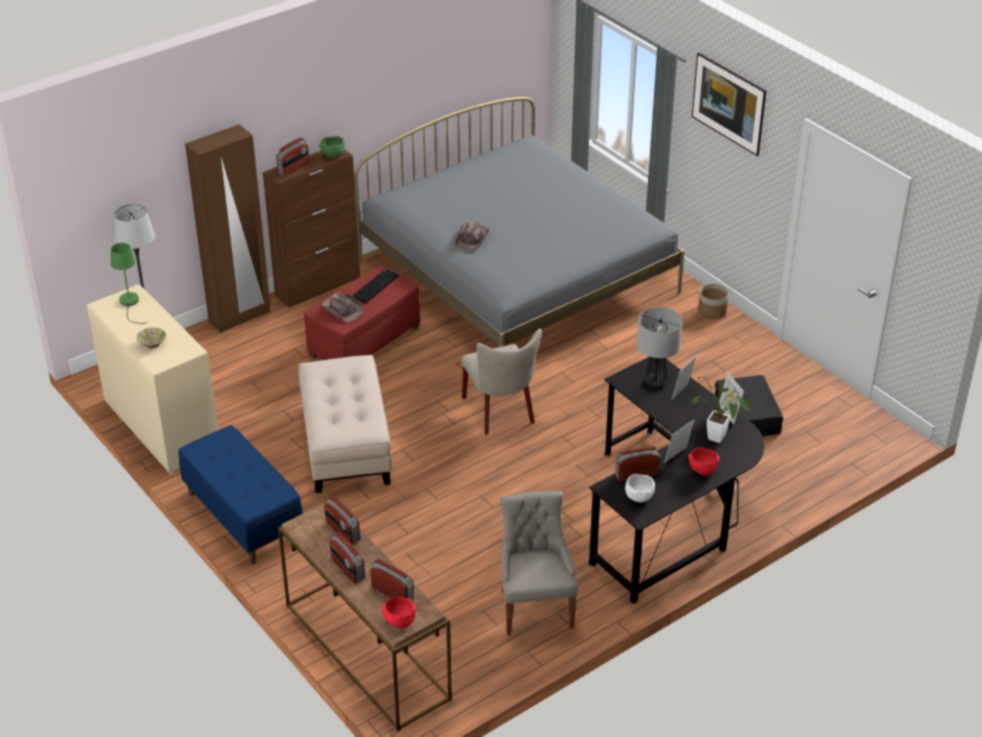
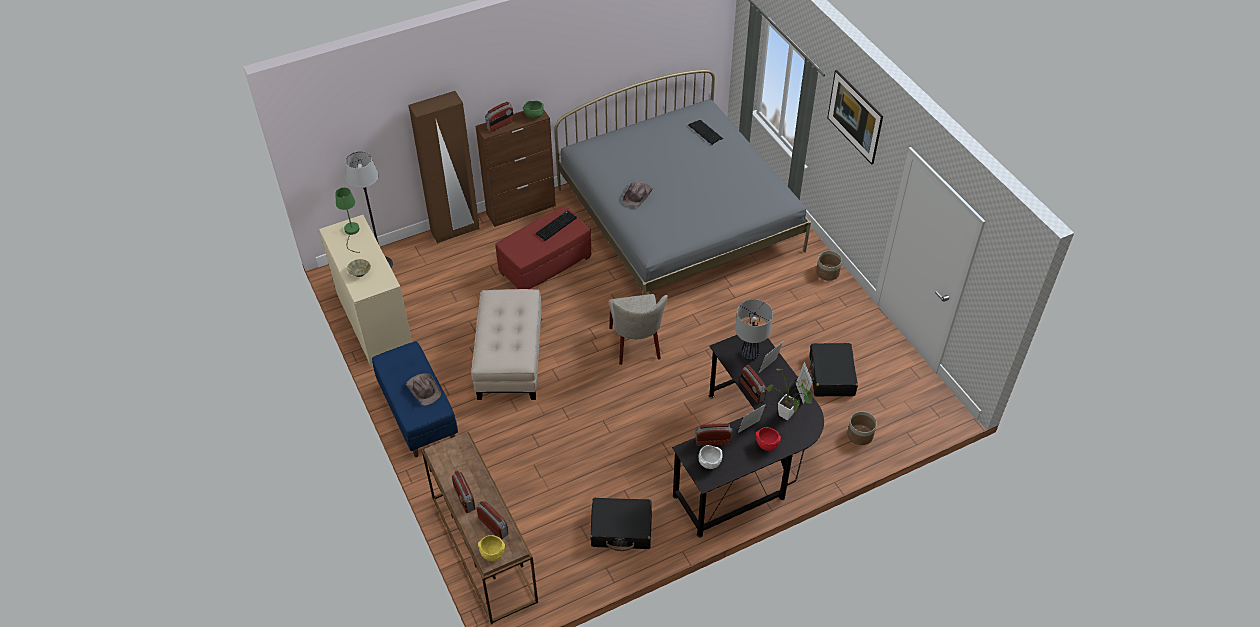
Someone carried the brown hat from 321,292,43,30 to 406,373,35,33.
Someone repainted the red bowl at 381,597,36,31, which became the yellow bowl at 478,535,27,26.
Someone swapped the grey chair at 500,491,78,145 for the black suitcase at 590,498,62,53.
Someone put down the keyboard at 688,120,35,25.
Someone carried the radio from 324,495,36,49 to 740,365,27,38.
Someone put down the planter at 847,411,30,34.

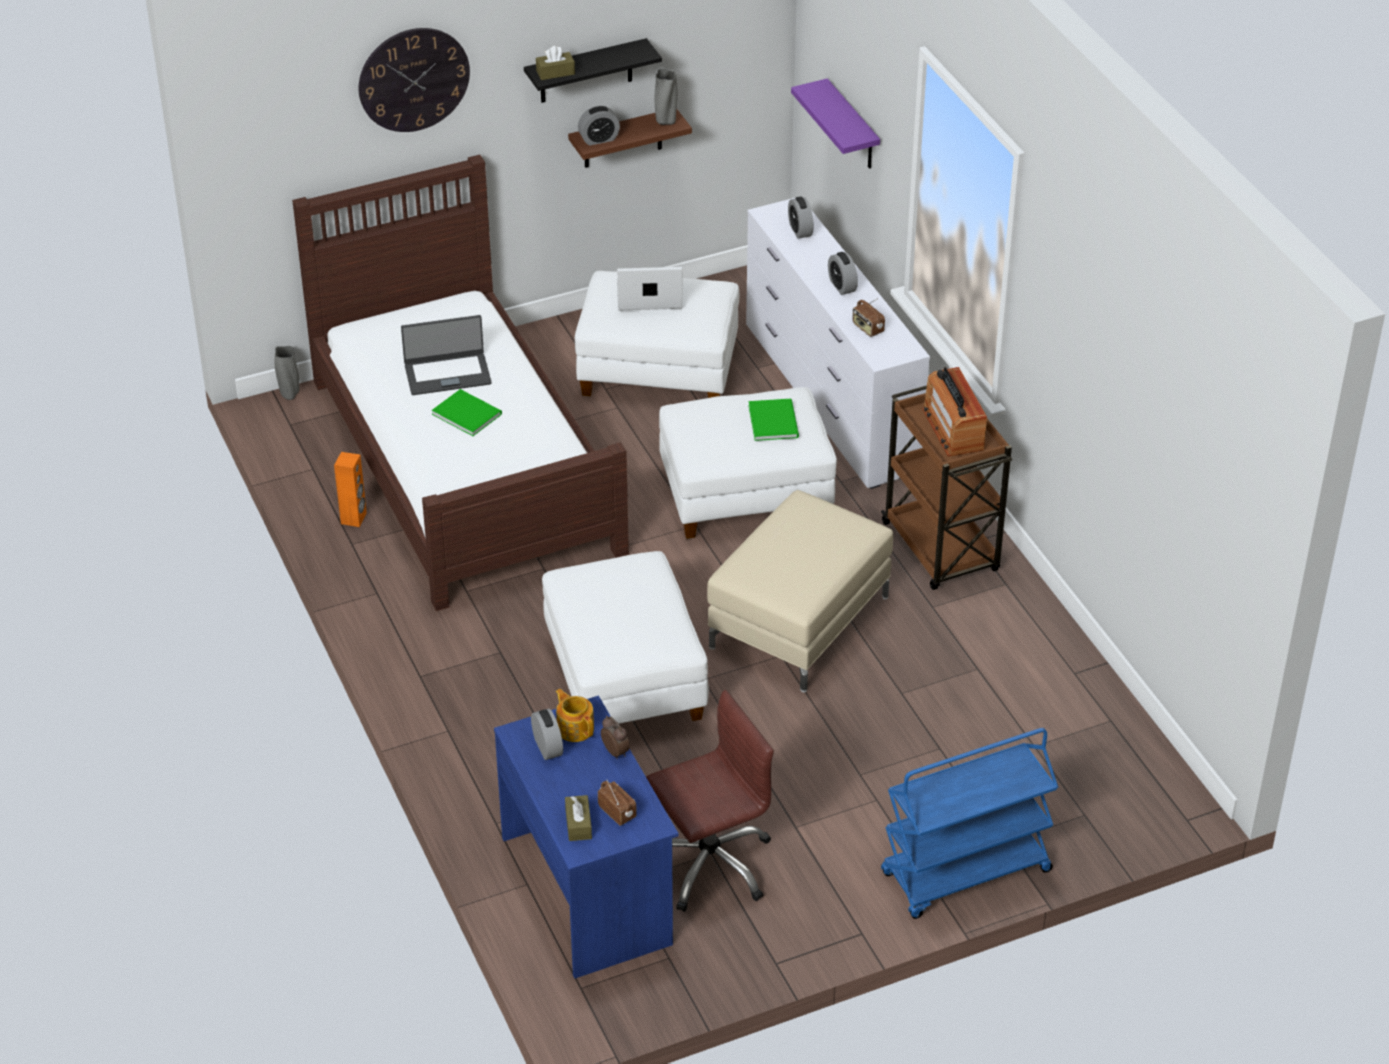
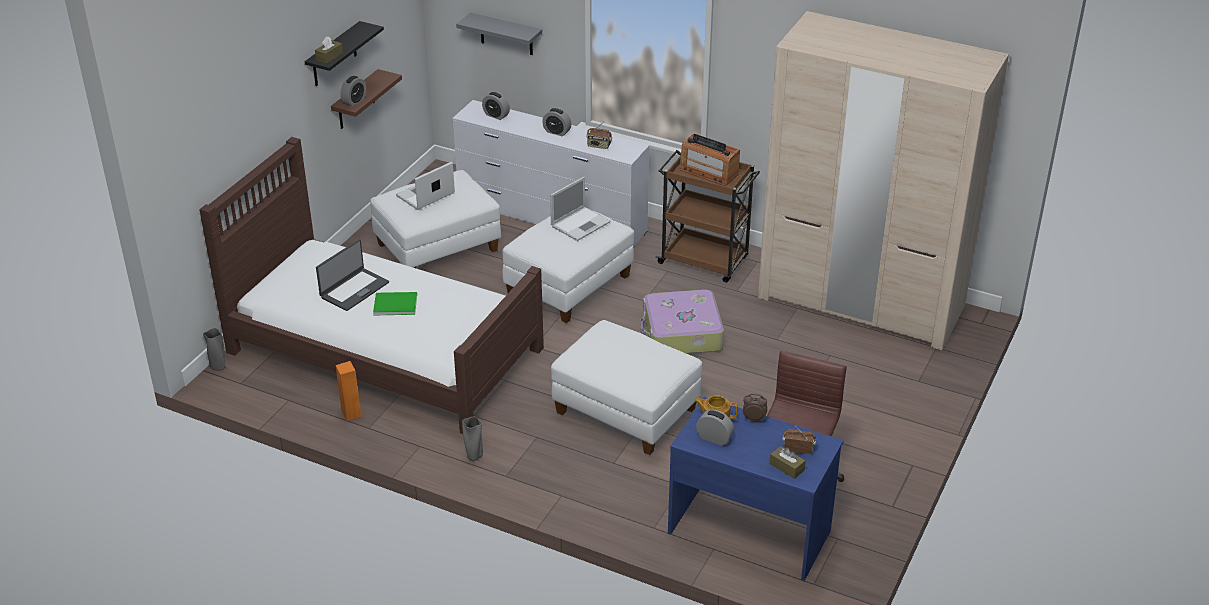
Someone repainted the purple shelf at 791,78,89,91, which became the grey shelf at 456,13,86,42.
Someone carried the grey vase from 655,69,22,56 to 462,417,21,44.
Someone swapped the green book at 748,399,51,42 for the laptop at 550,177,61,64.
Someone swapped the beige ottoman at 707,490,186,202 for the suitcase at 641,290,83,64.
Someone put down the beige wardrobe at 758,11,251,339.
Someone took away the wall clock at 359,28,111,104.
Someone took away the blue cart at 881,728,177,191.

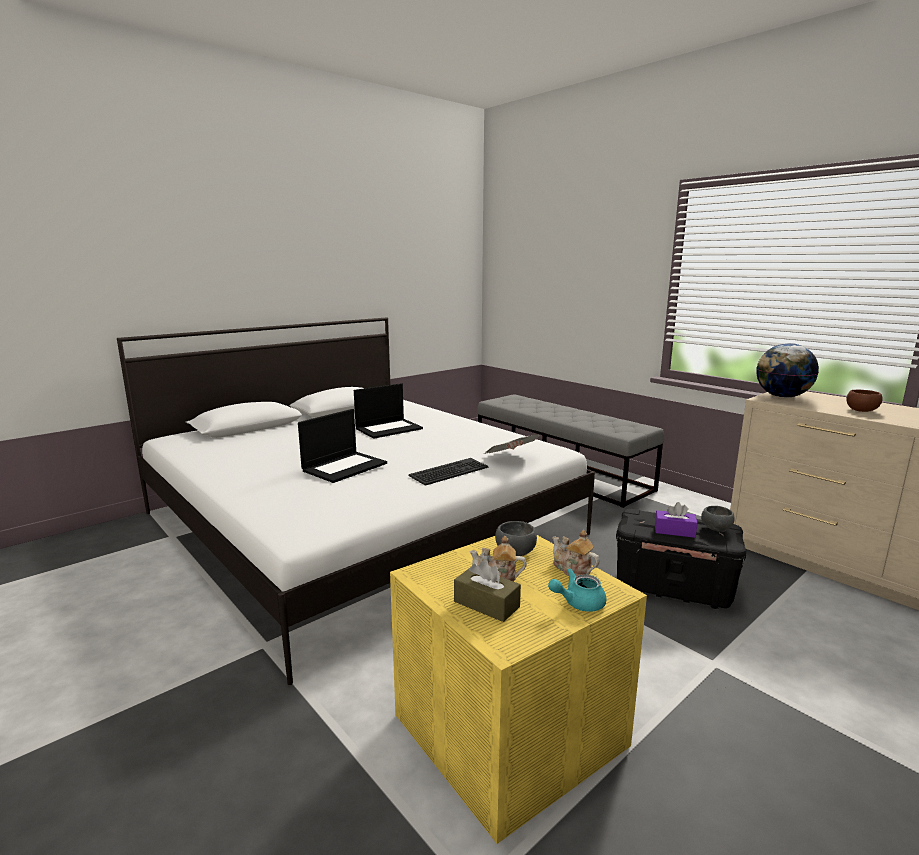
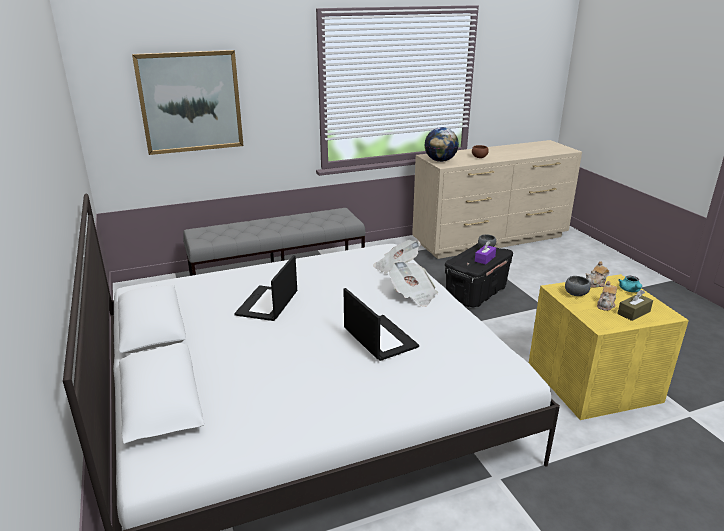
Someone put up the picture at 132,50,111,105.
Someone rotated the laptop at 354,383,69,56 by 150 degrees counterclockwise.
Someone swapped the keyboard at 408,458,80,28 for the newspaper at 389,261,49,46.

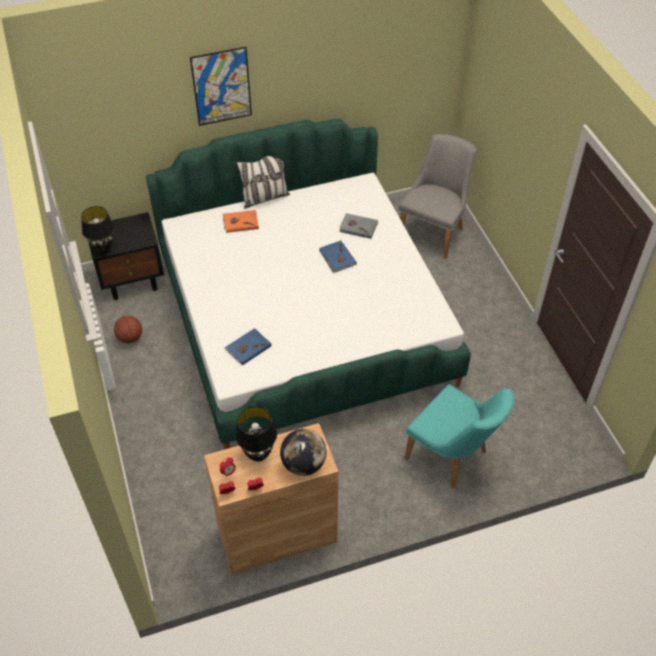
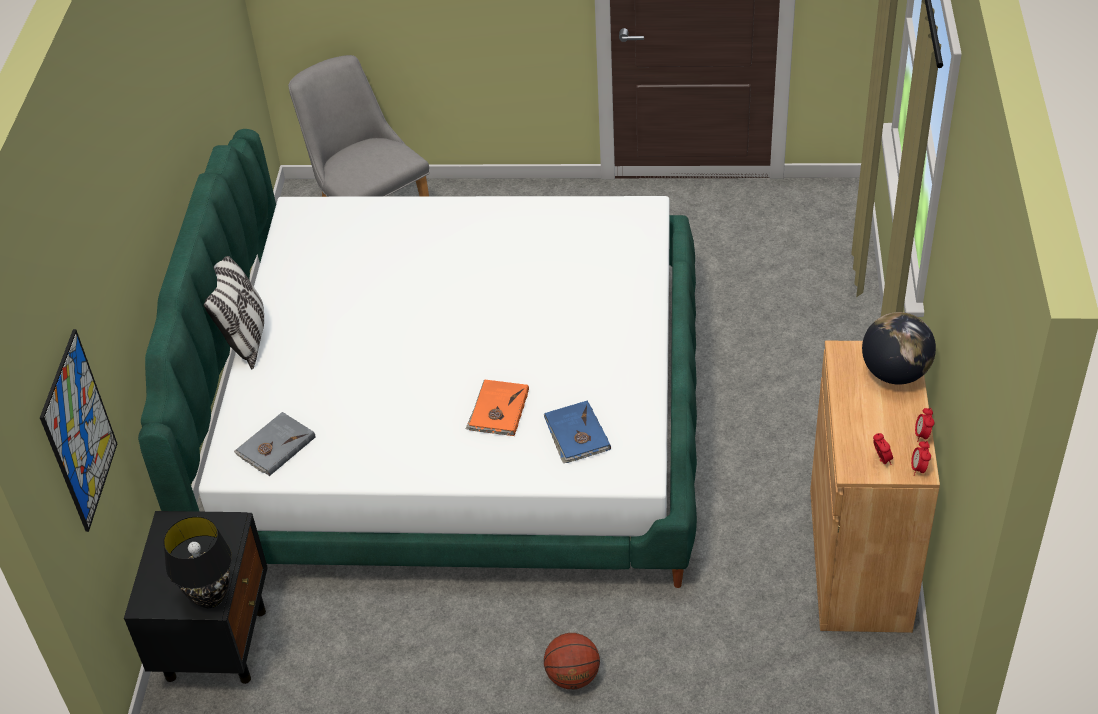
Someone carried the picture from 190,47,62,79 to 40,329,77,203.
Someone carried the grey book from 339,213,39,26 to 234,412,81,64.
Someone carried the orange book from 223,210,36,23 to 466,380,63,56.
Someone carried the basketball from 114,316,28,28 to 544,633,56,56.
Someone took away the black table lamp at 235,406,42,56.
Someone took away the blue book at 319,240,38,33.
Someone took away the turquoise chair at 404,384,110,104.

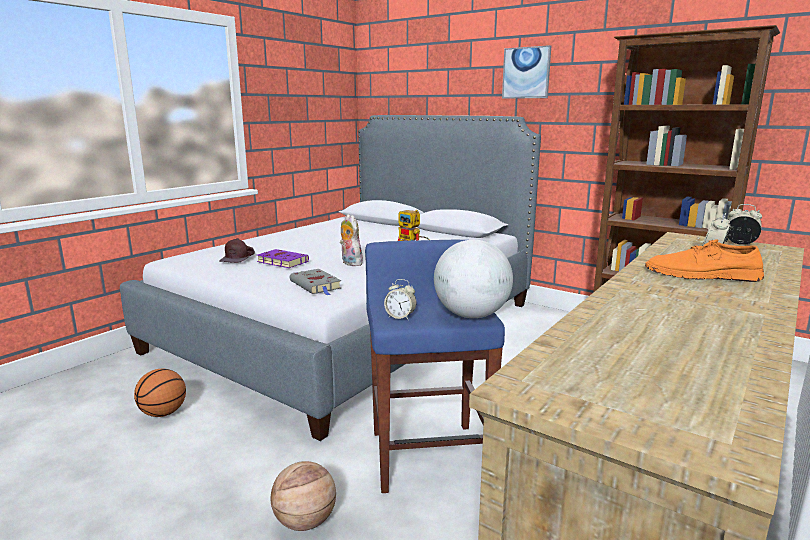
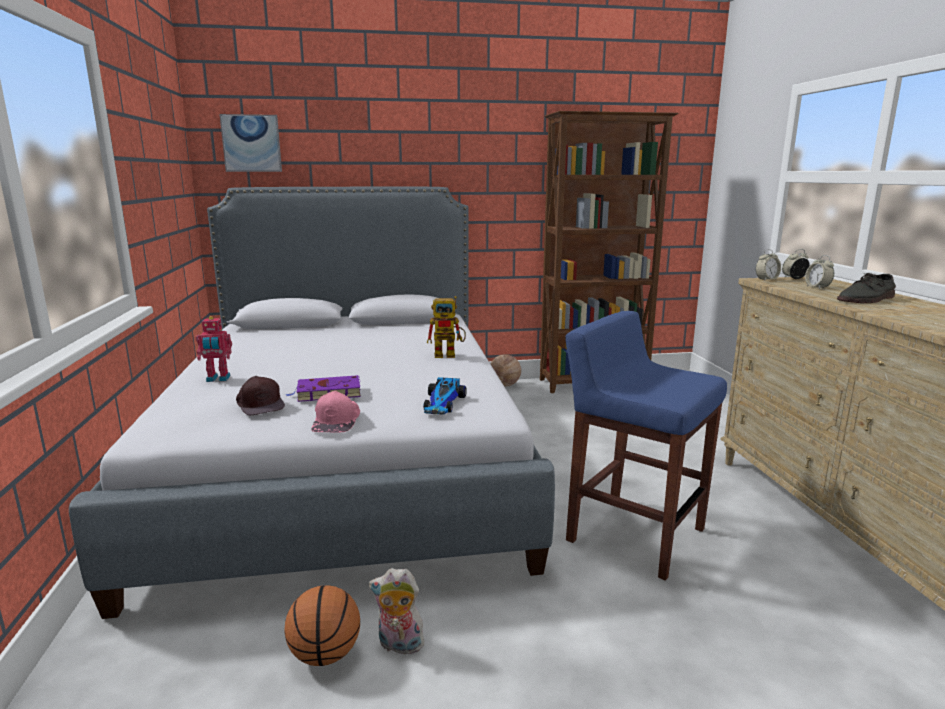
Someone put down the toy robot at 196,316,36,66.
Someone carried the picture from 502,45,49,54 to 219,114,63,58.
Someone put down the pink cap at 311,391,49,42.
Someone carried the plush toy from 340,214,23,52 to 369,568,60,86.
Someone swapped the grey book at 290,269,51,27 for the toy car at 423,377,44,37.
Someone carried the basketball from 271,461,65,70 to 491,354,30,33.
Someone carried the alarm clock from 384,279,32,41 to 755,249,26,32.
Someone repainted the orange shoe at 645,240,119,42, which became the grey shoe at 837,273,59,30.
Someone took away the globe at 434,240,79,78.

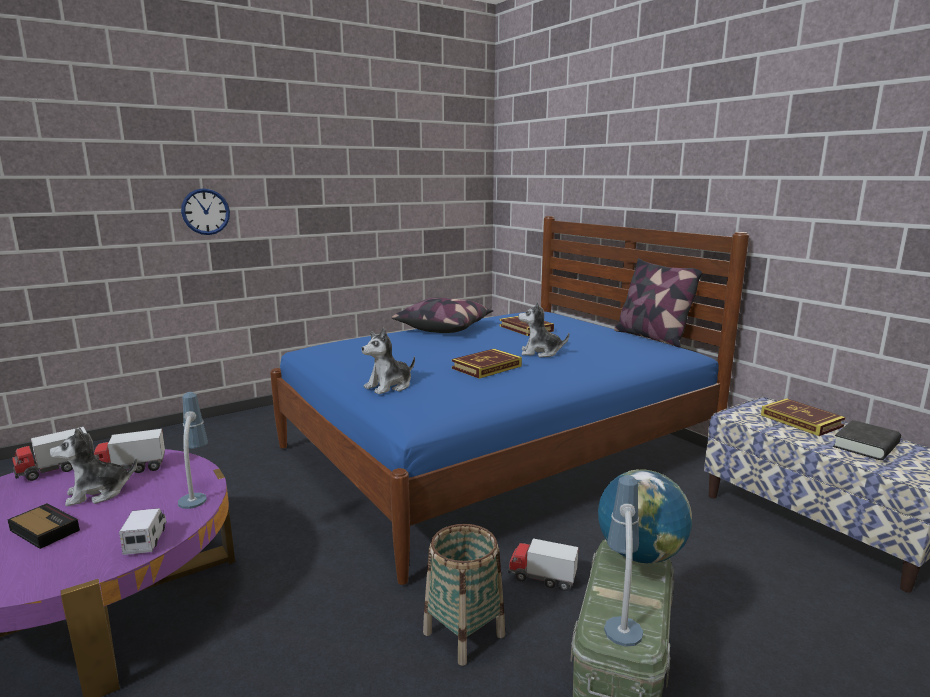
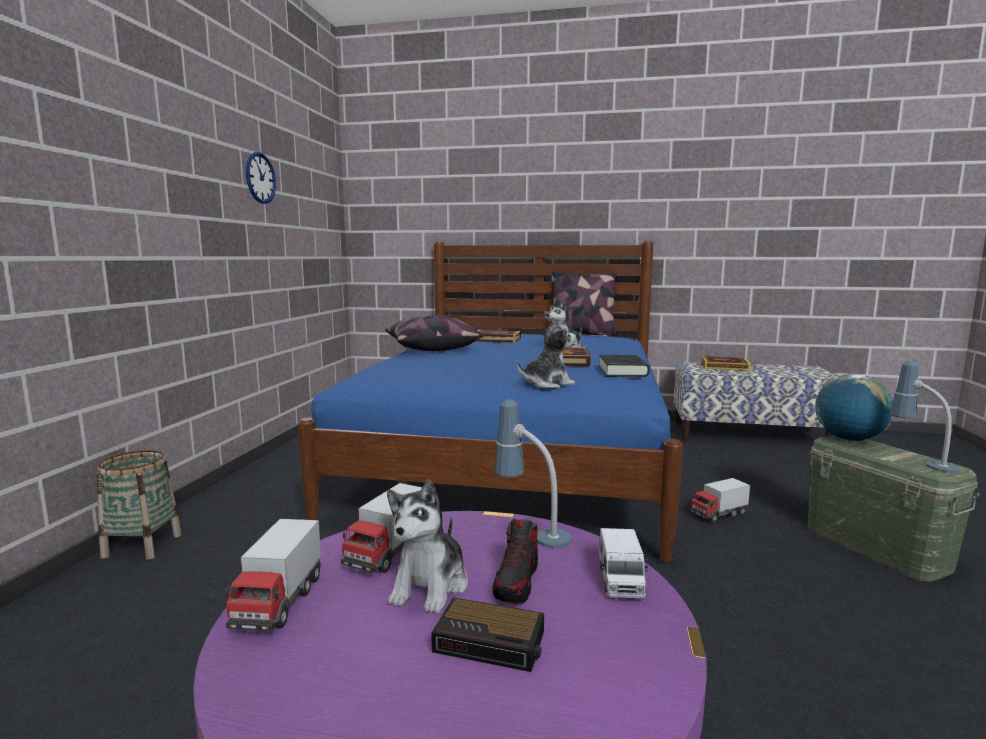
Someone carried the basket from 423,524,82,142 to 97,450,85,110.
Someone carried the wall clock from 181,188,49,47 to 246,152,30,52.
Someone rotated the alarm clock at 7,503,73,46 by 150 degrees counterclockwise.
Someone put down the shoe at 492,518,46,86.
Someone rotated the plush toy at 362,328,53,66 by 120 degrees counterclockwise.
Someone carried the black book from 833,420,68,40 to 599,355,50,22.
Someone rotated the toy truck at 119,508,48,47 by 120 degrees counterclockwise.

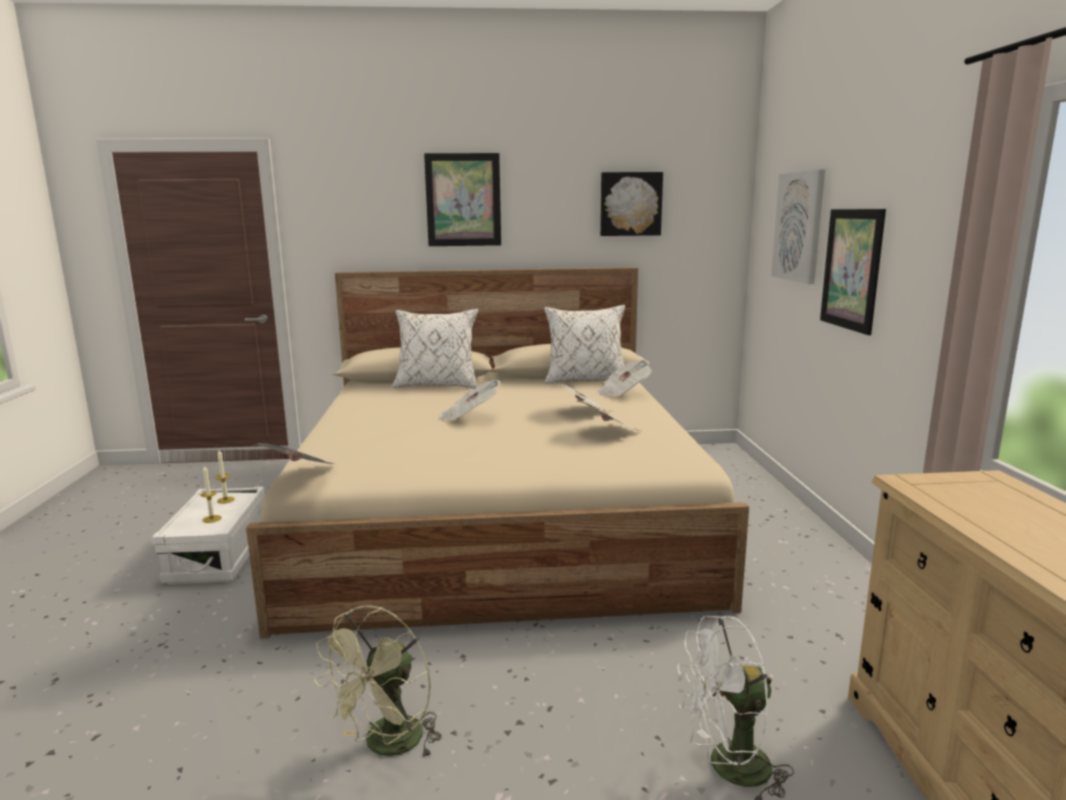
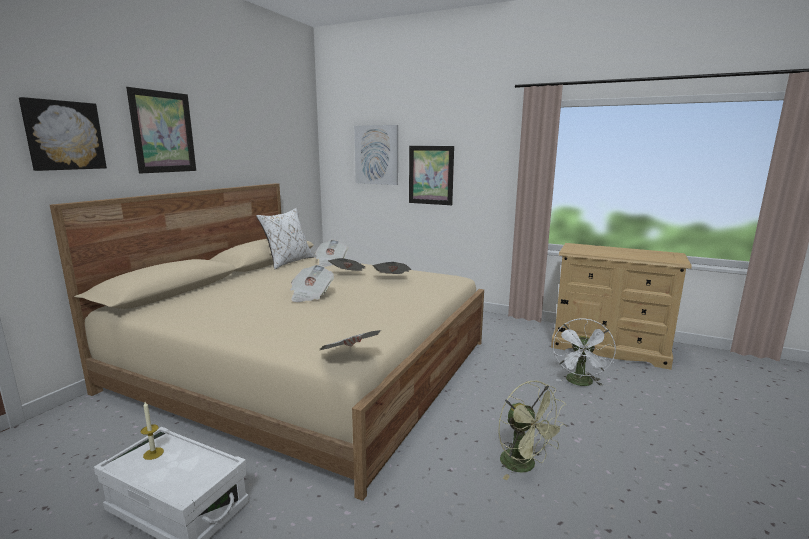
Someone carried the picture from 600,172,63,64 to 19,97,88,74.
Someone took away the candle at 200,466,22,57.
Someone took away the white pillow at 393,309,85,80.

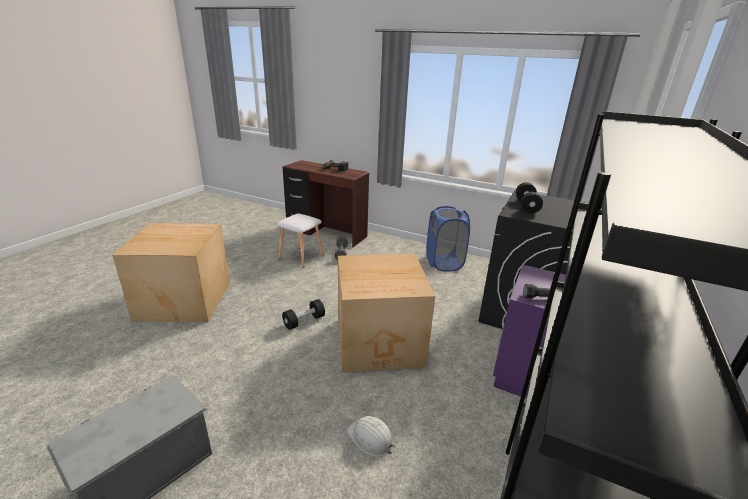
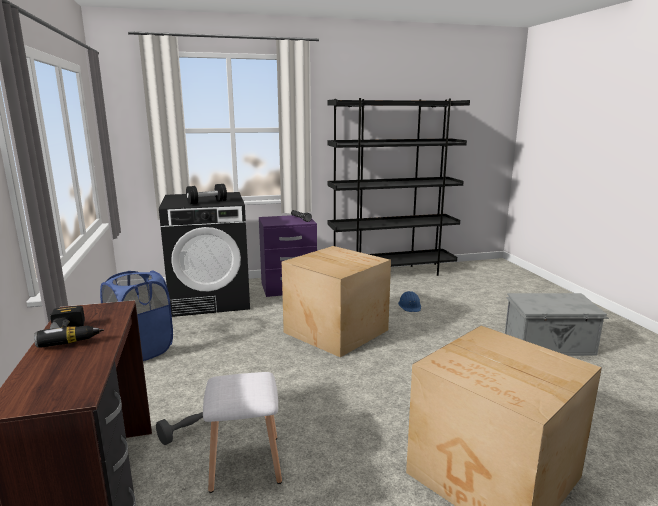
Someone repainted the white hard hat at 347,416,48,41, which became the blue hard hat at 398,291,23,21.
Someone took away the black dumbbell at 282,299,43,31.

